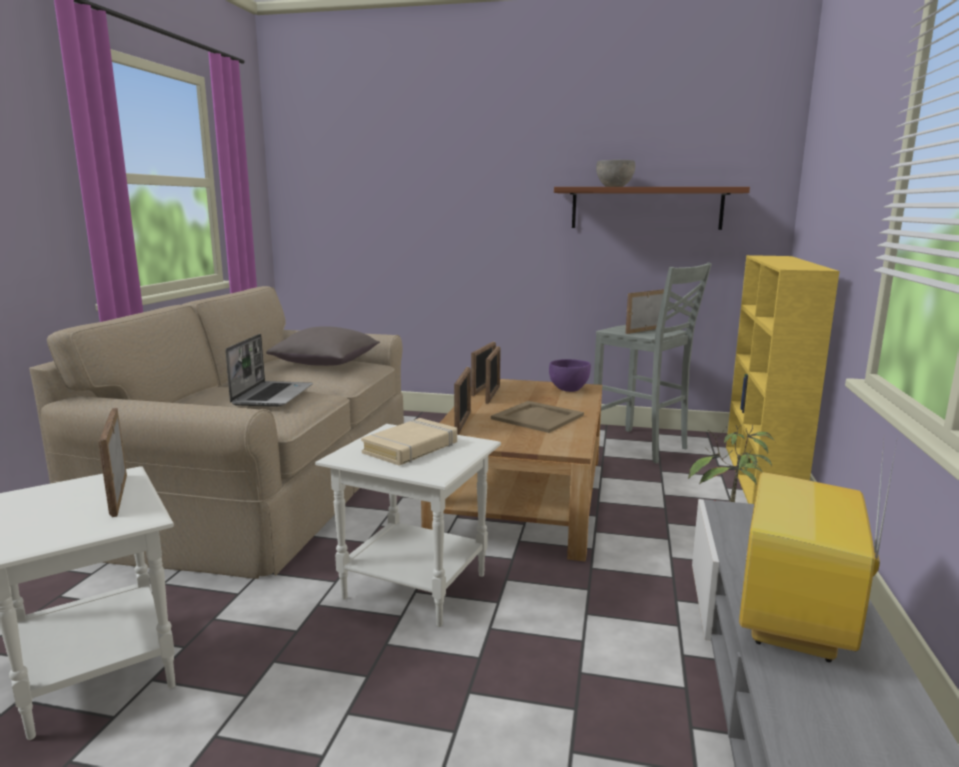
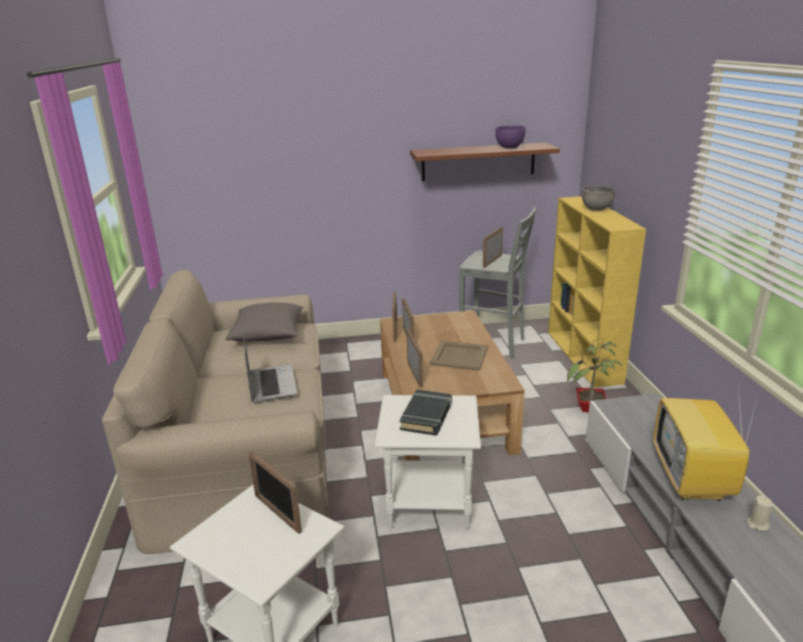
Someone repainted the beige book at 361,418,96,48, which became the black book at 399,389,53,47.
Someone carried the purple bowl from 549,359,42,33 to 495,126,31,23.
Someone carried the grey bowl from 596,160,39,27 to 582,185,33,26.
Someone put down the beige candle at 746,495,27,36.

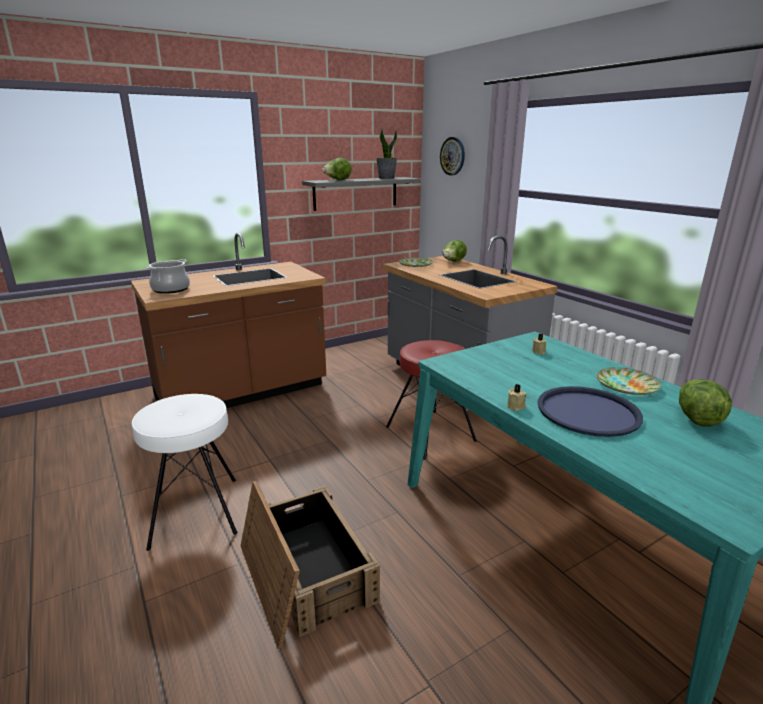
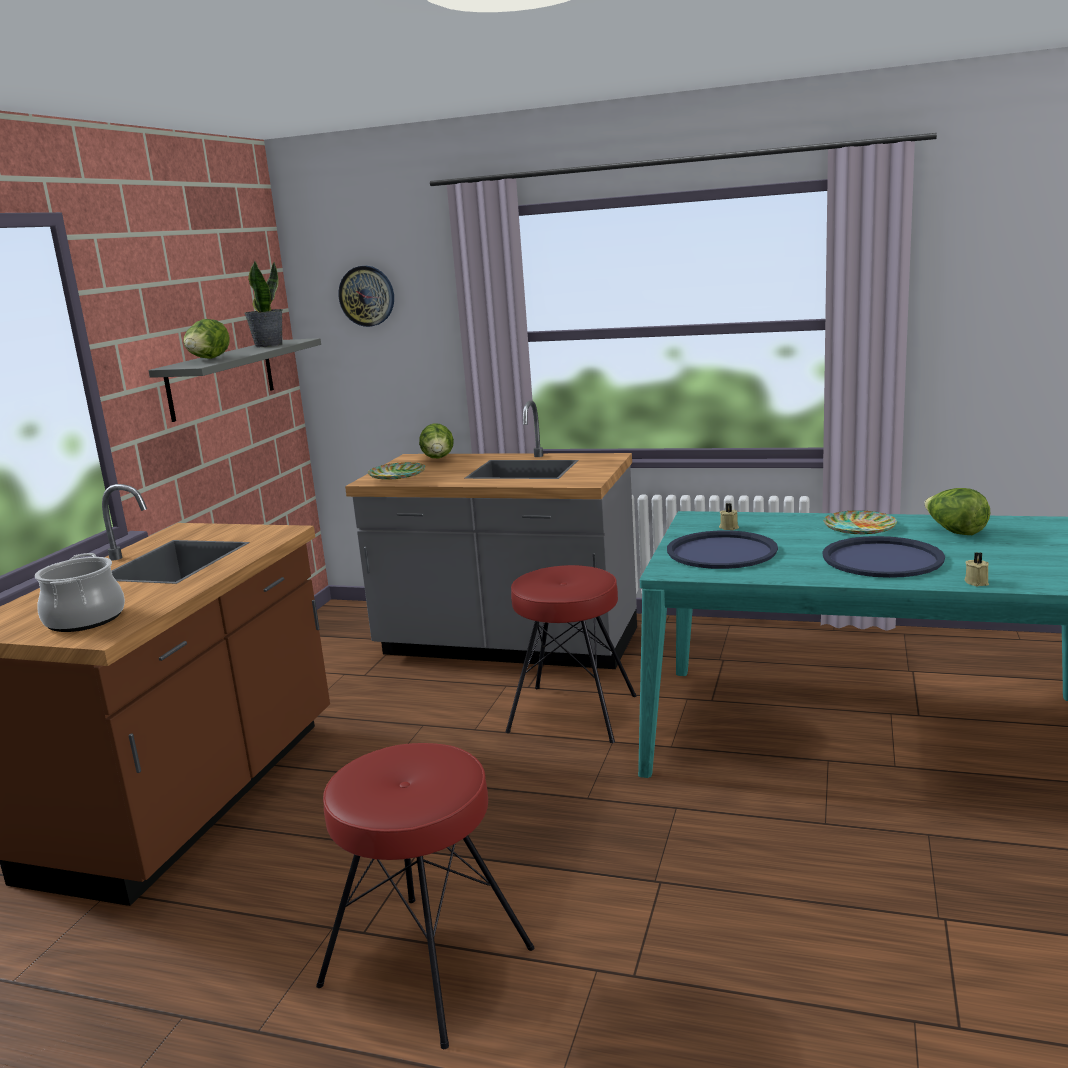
Someone repainted the white stool at 132,394,106,157, which became the red stool at 316,743,218,306.
Someone put down the blue tray at 667,531,111,38.
Someone carried the beige candle from 507,384,19,27 to 964,552,25,34.
Someone took away the crate at 241,481,139,168.

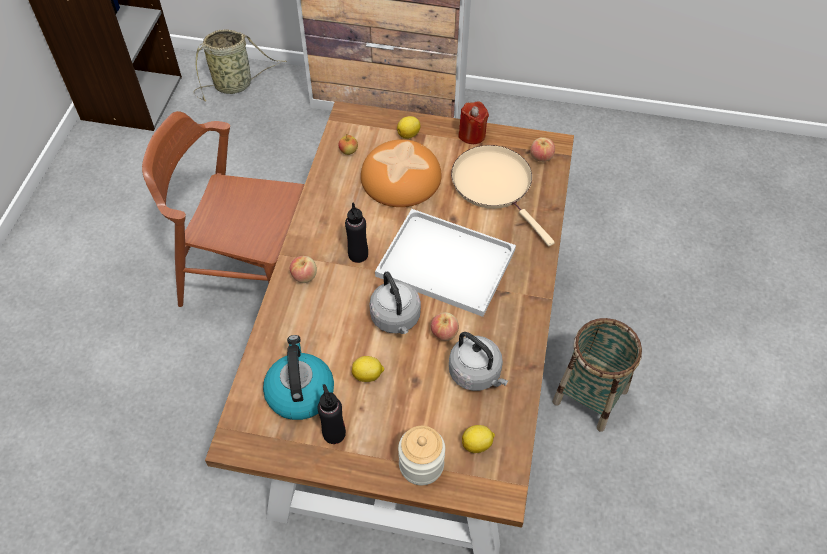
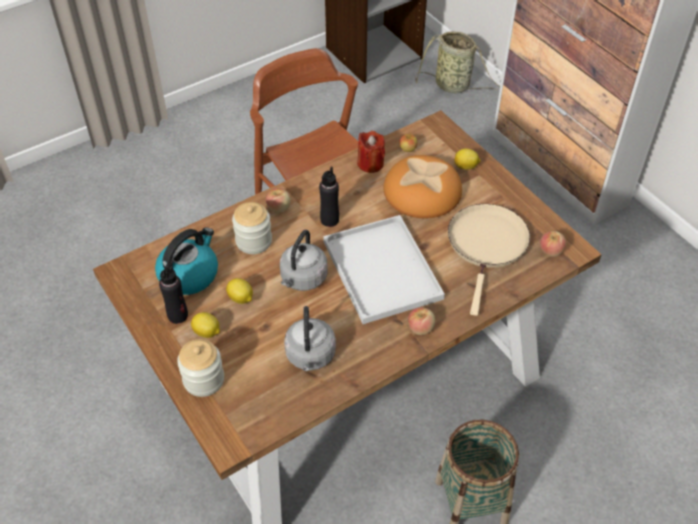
Someone carried the lemon from 462,425,33,28 to 191,312,29,26.
Someone put down the jar at 232,202,40,52.
Someone carried the red candle from 459,101,30,43 to 357,131,28,42.
Someone carried the apple from 431,312,28,29 to 408,307,27,28.

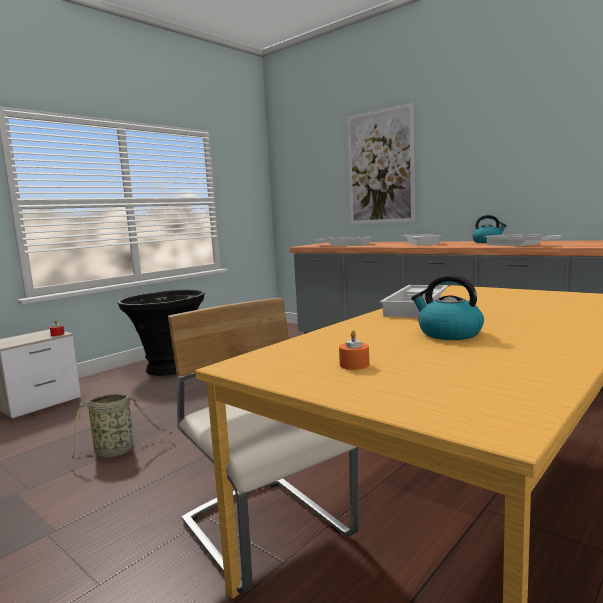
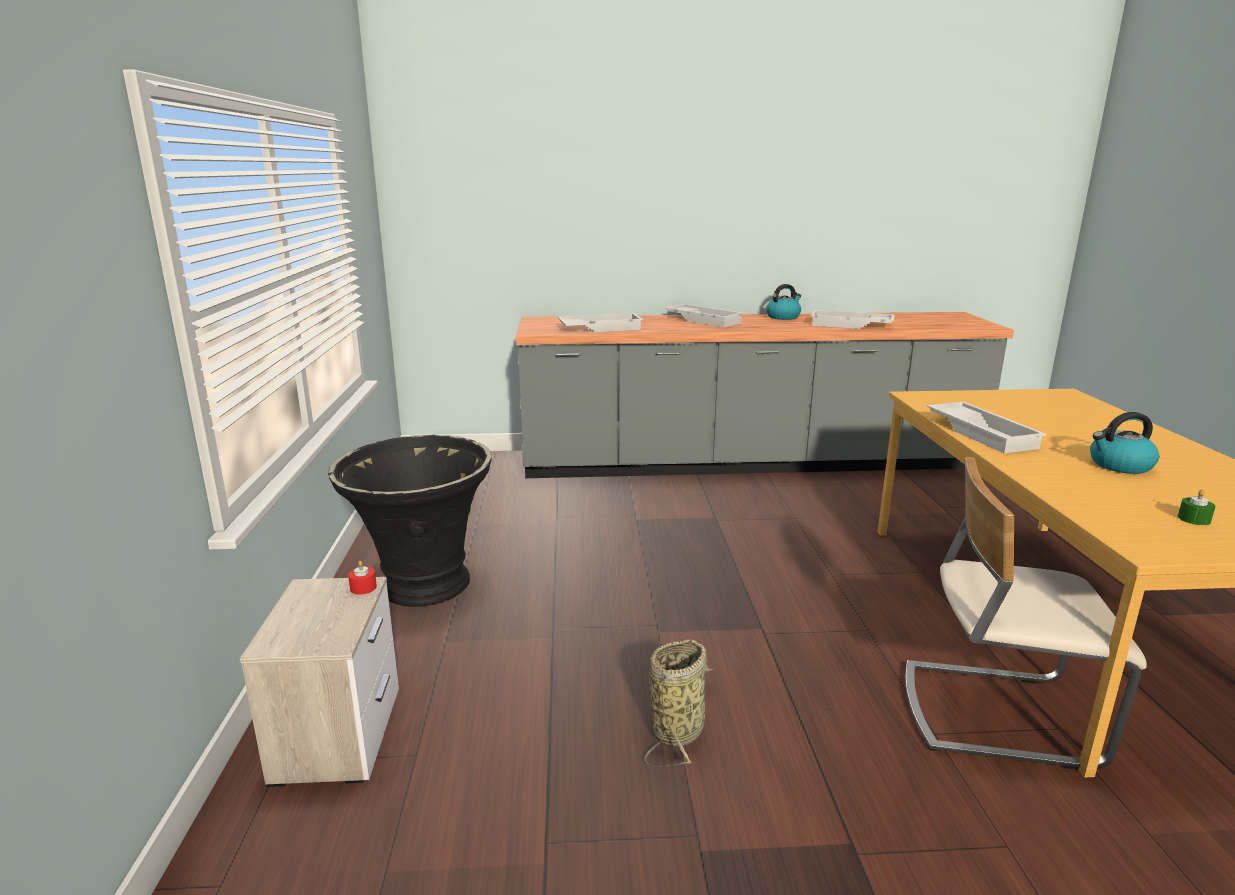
Someone repainted the orange candle at 339,330,30,40, which became the green candle at 1178,489,38,36.
Someone took away the picture at 347,103,68,121.

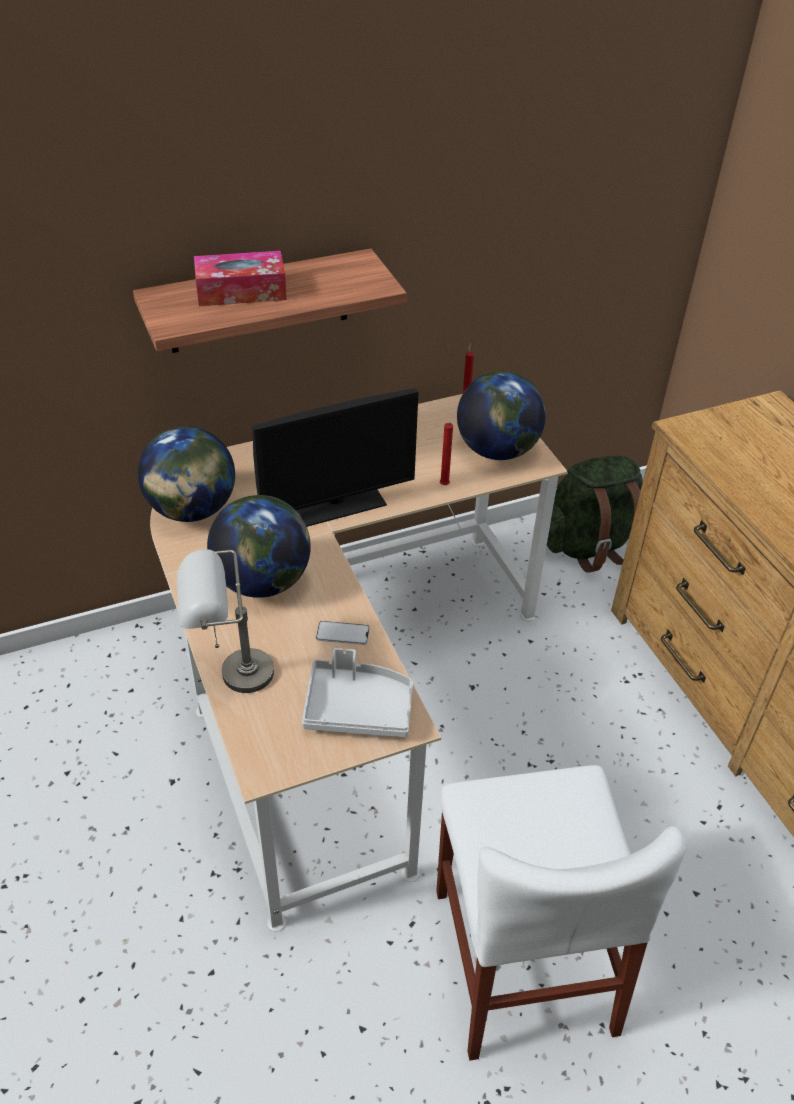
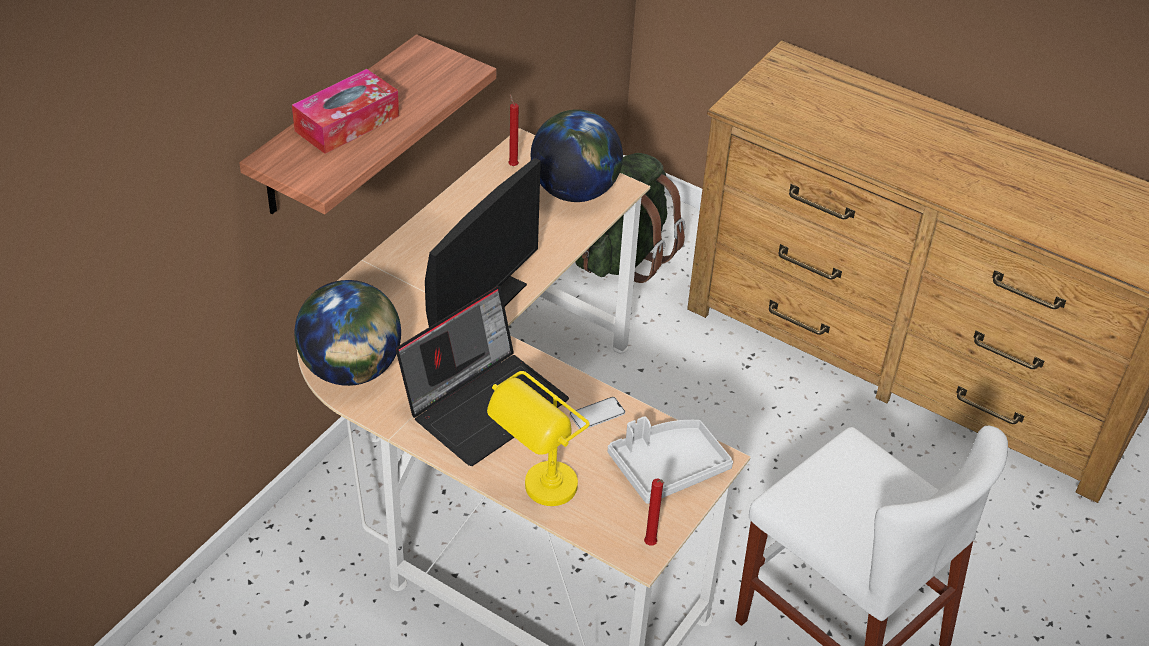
Someone swapped the globe at 207,495,104,103 for the laptop at 396,286,173,180.
Someone repainted the grey table lamp at 177,549,97,144, which became the yellow table lamp at 487,371,103,135.
Someone carried the red candle from 440,423,13,62 to 644,479,20,67.

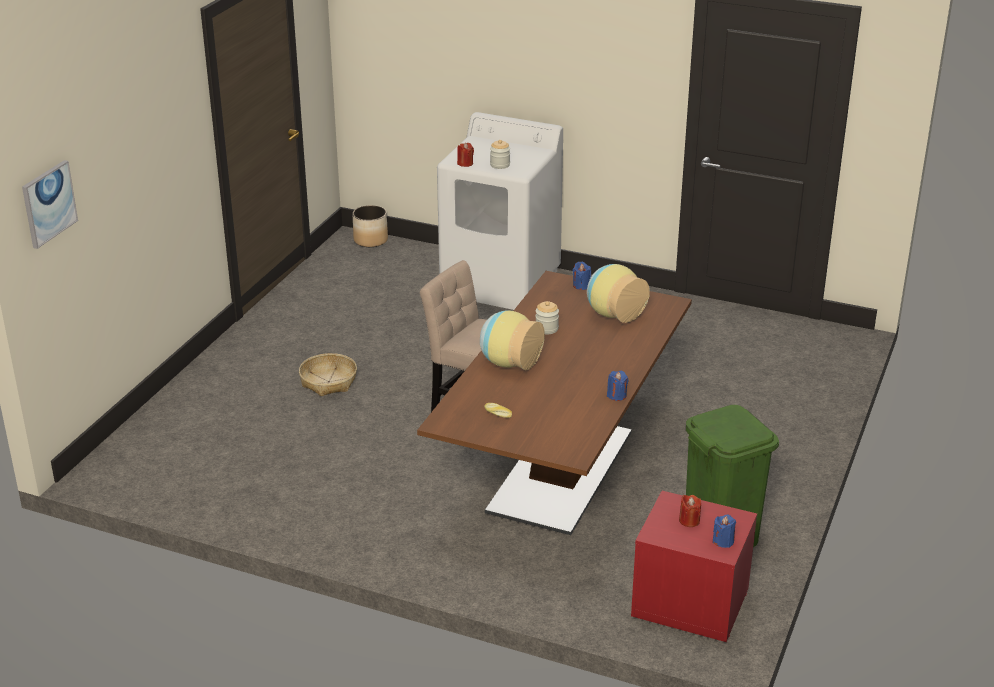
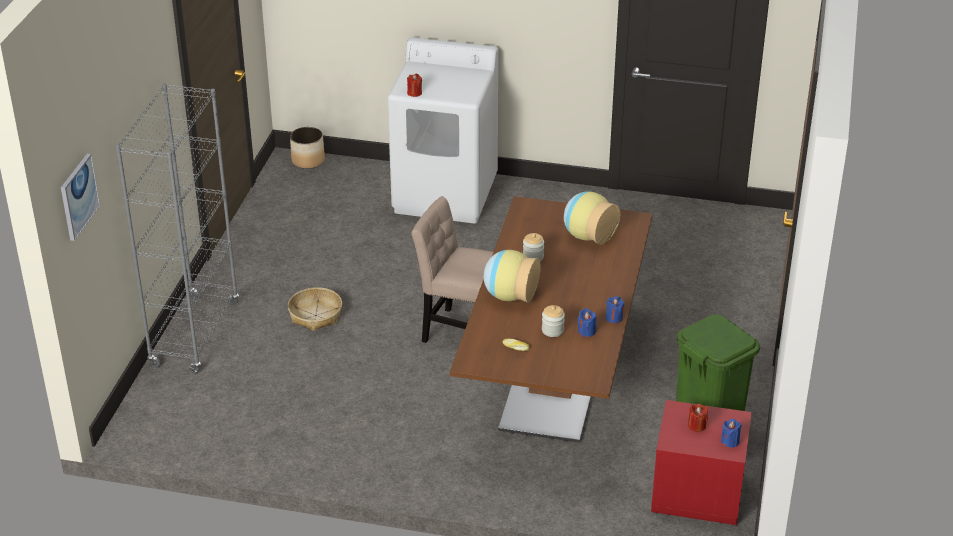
Someone put down the grey bookcase at 116,83,123,290.
Someone carried the jar from 490,140,20,29 to 542,305,23,32.
Someone carried the blue candle from 572,262,19,28 to 578,308,19,29.

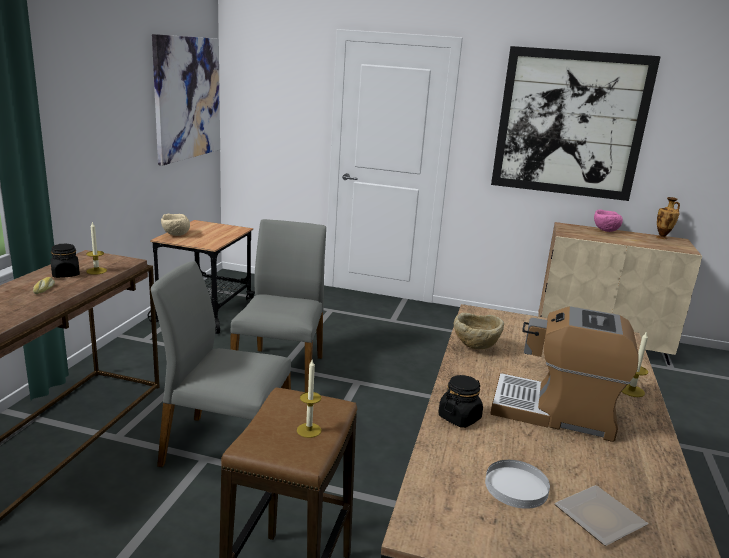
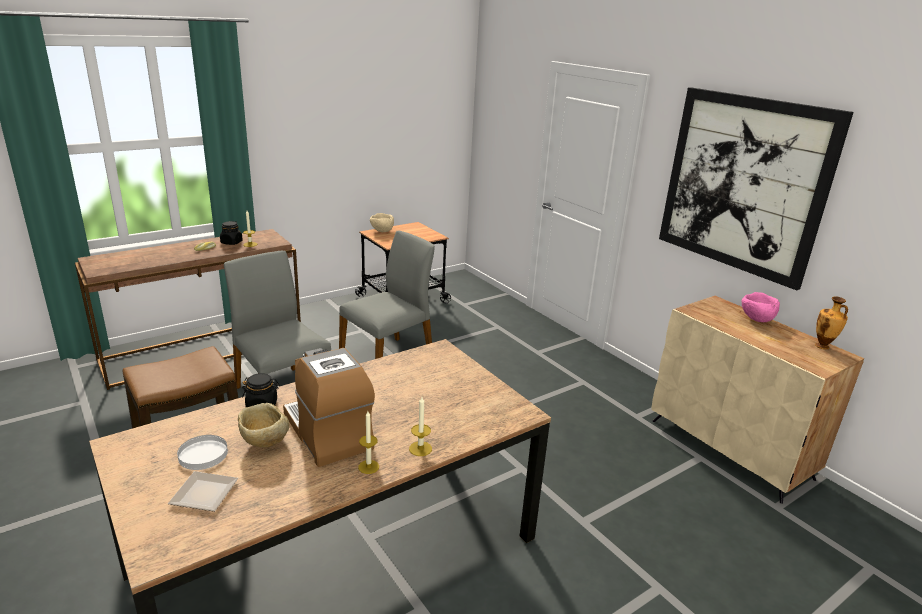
Someone carried the beige bowl from 454,313,50,36 to 238,403,51,45.
Someone carried the candle from 297,360,25,78 to 358,411,21,63.
Someone took away the picture at 152,34,68,132.

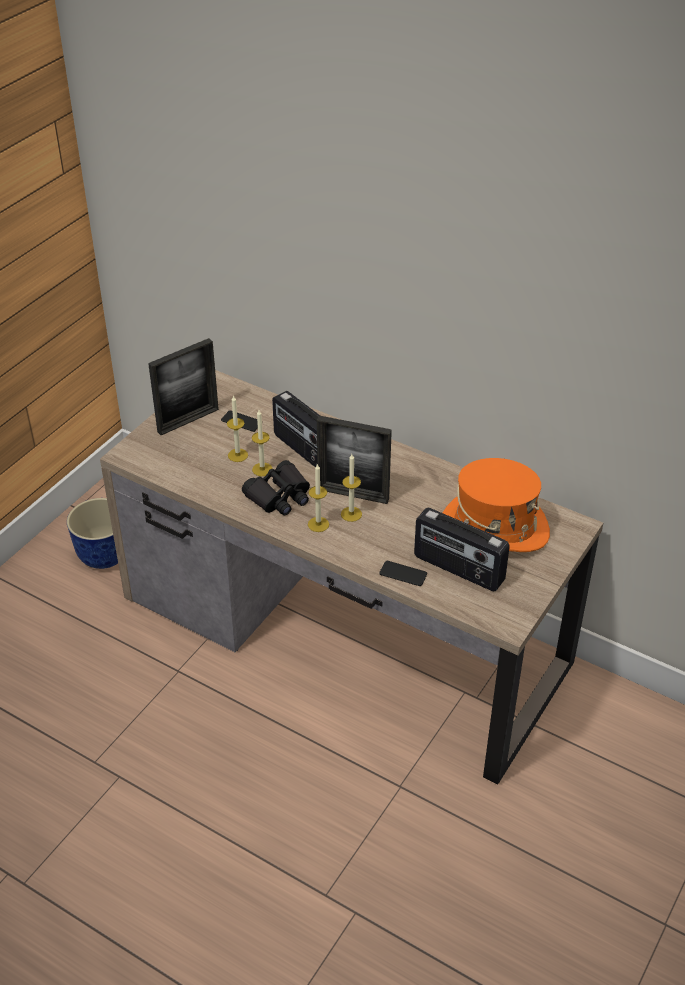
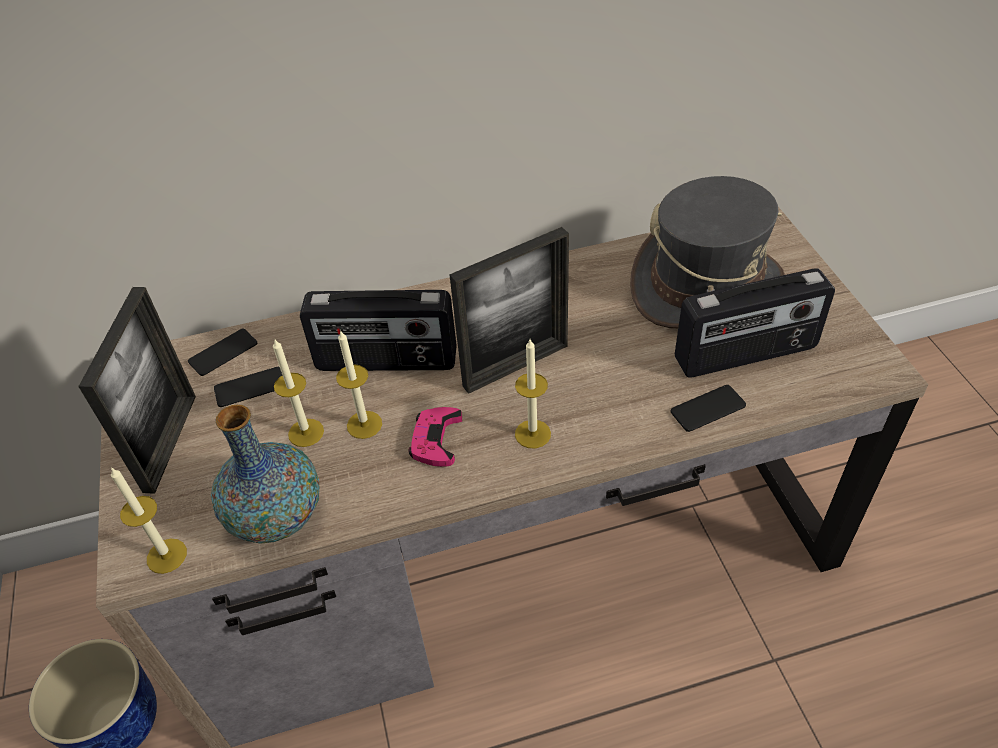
Someone carried the candle from 341,454,21,68 to 111,467,76,107.
Someone put down the phone at 188,328,69,48.
Someone put down the vase at 211,405,108,139.
Someone swapped the black binoculars at 242,460,68,55 for the pink game controller at 409,407,53,60.
Someone repainted the orange hat at 442,458,108,94, which became the grey hat at 630,176,155,152.

